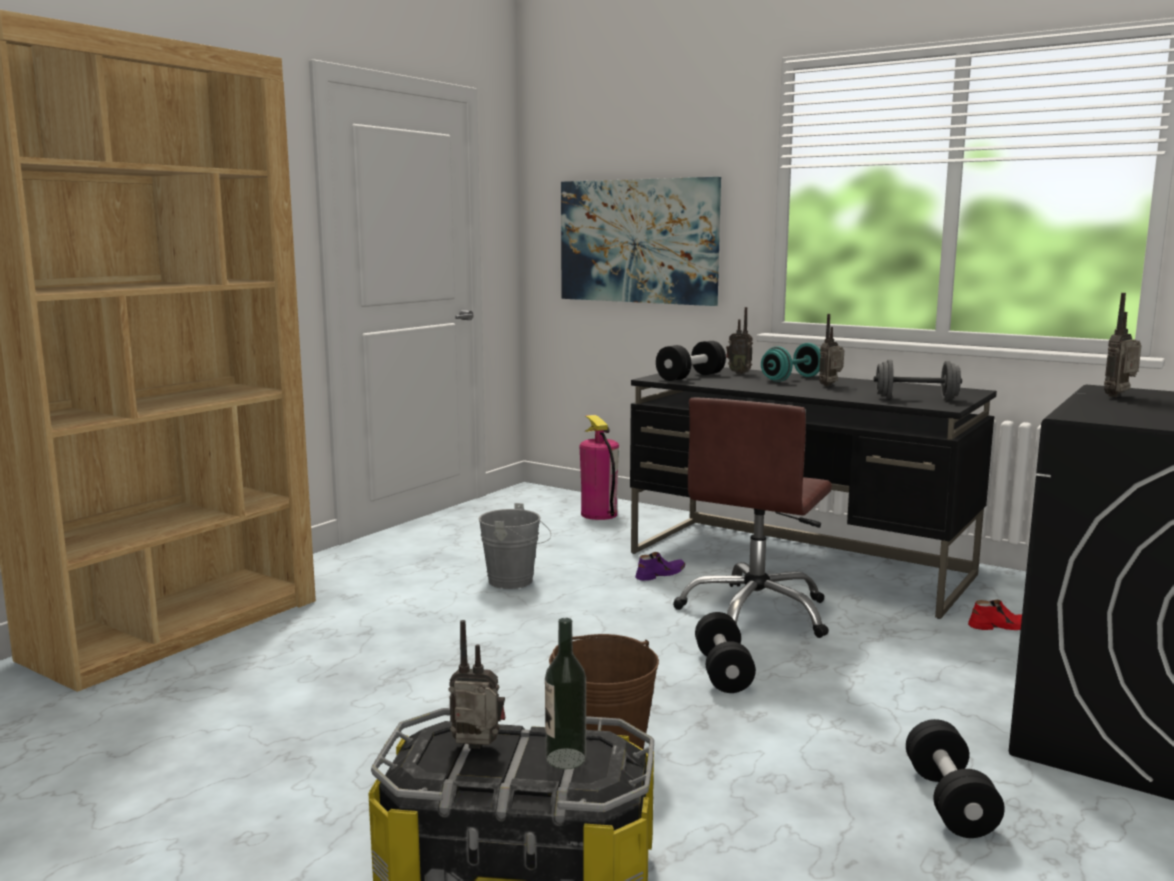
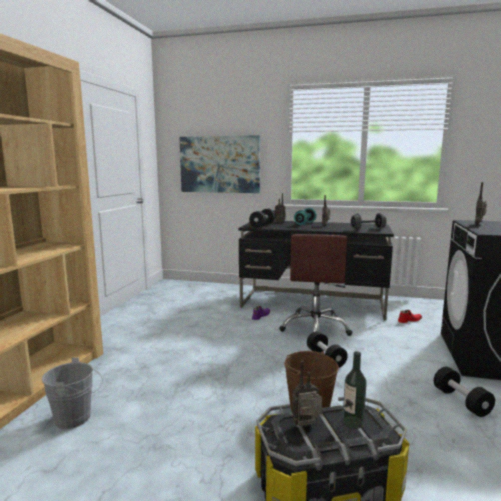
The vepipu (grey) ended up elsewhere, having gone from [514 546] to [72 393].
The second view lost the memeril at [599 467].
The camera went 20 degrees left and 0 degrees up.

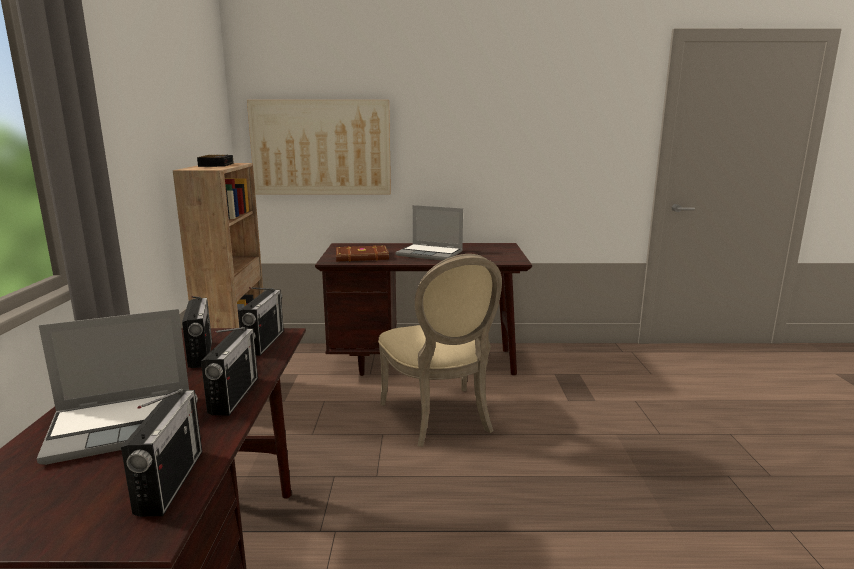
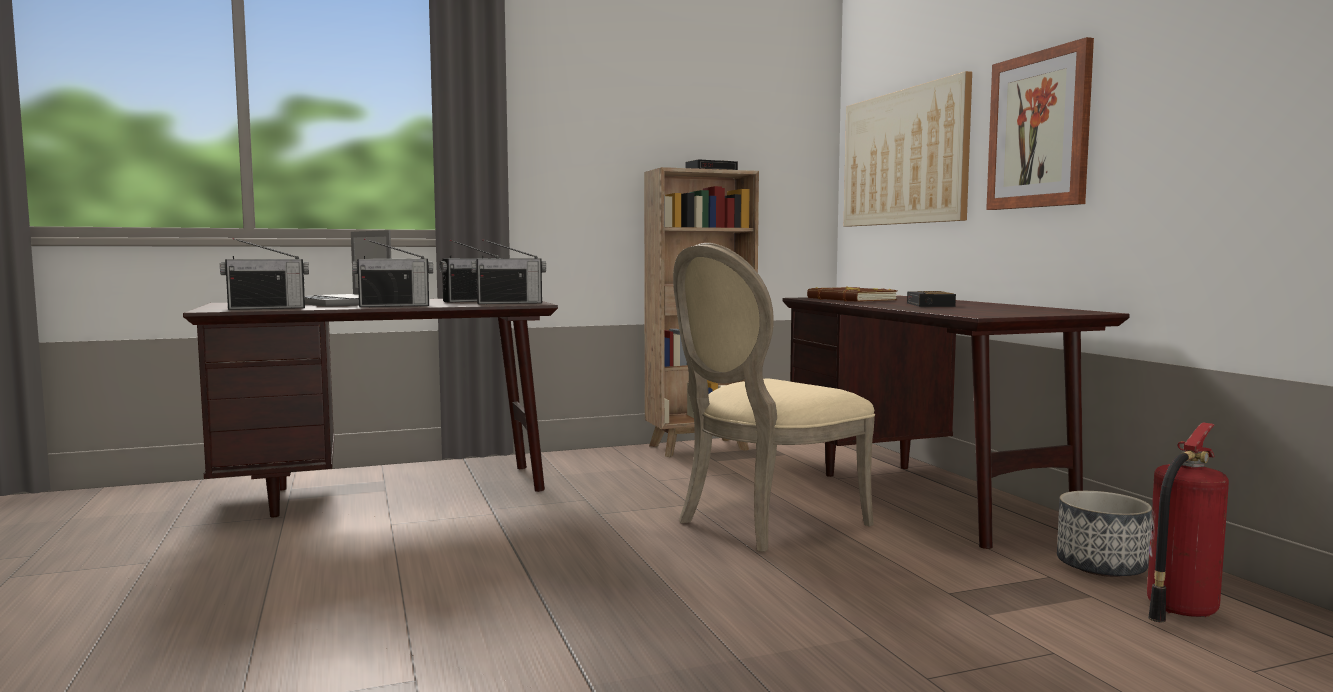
Where the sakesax stood at [429 233], the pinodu came to stand at [931 299].
The second view gained the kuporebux at [1040 123].
The second view gained the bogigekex at [1104 534].
The second view gained the memeril at [1188 522].
The camera went 70 degrees right and 10 degrees down.

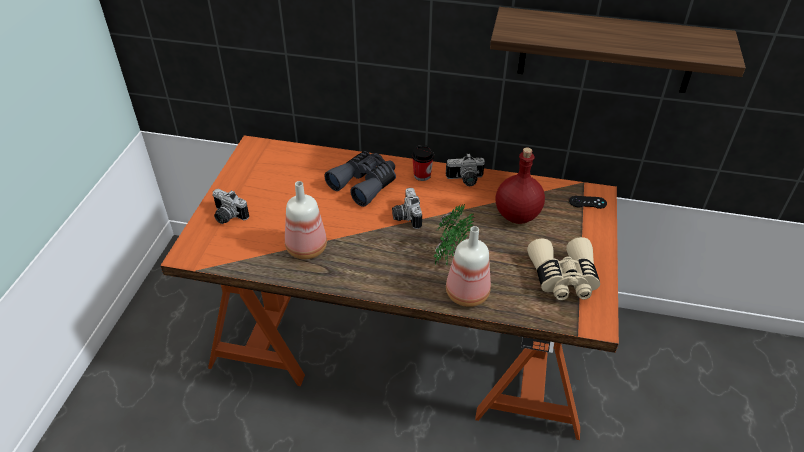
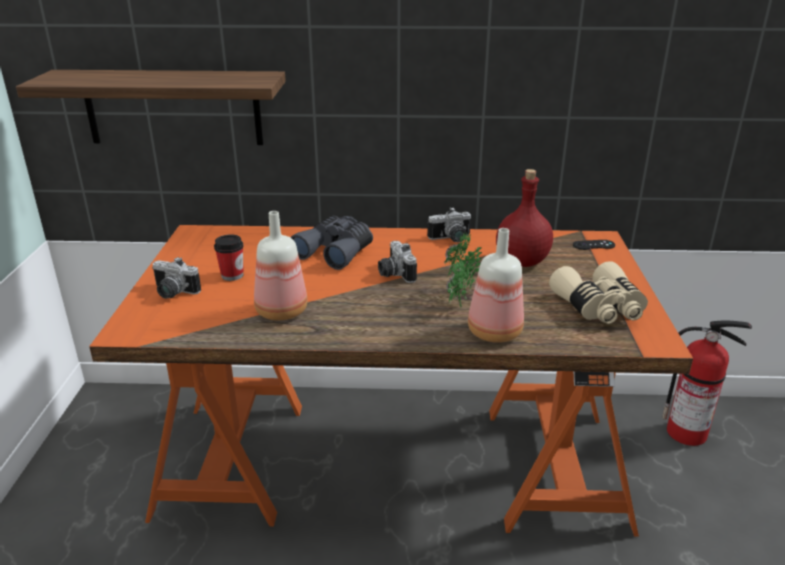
The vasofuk ended up elsewhere, having gone from [423 163] to [229 257].
The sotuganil ended up elsewhere, having gone from [618 50] to [151 107].
The second view gained the memeril at [707 383].
The camera went 10 degrees left and 15 degrees down.

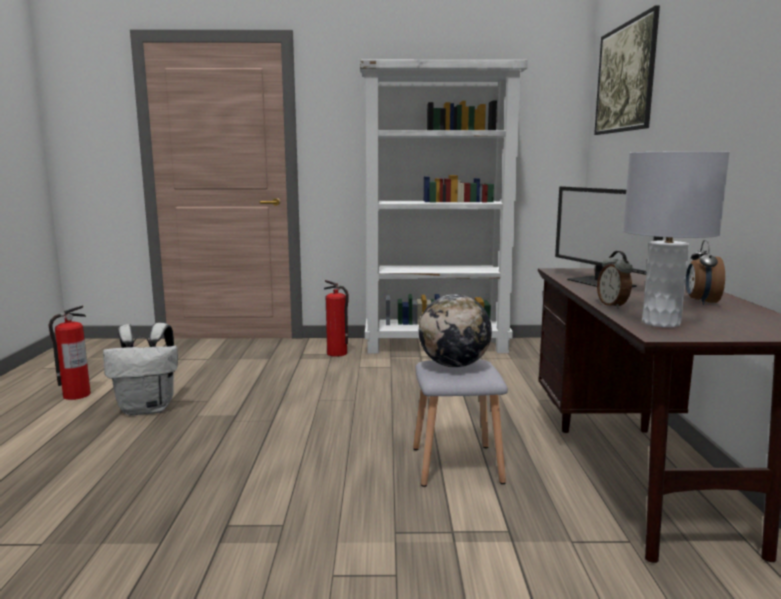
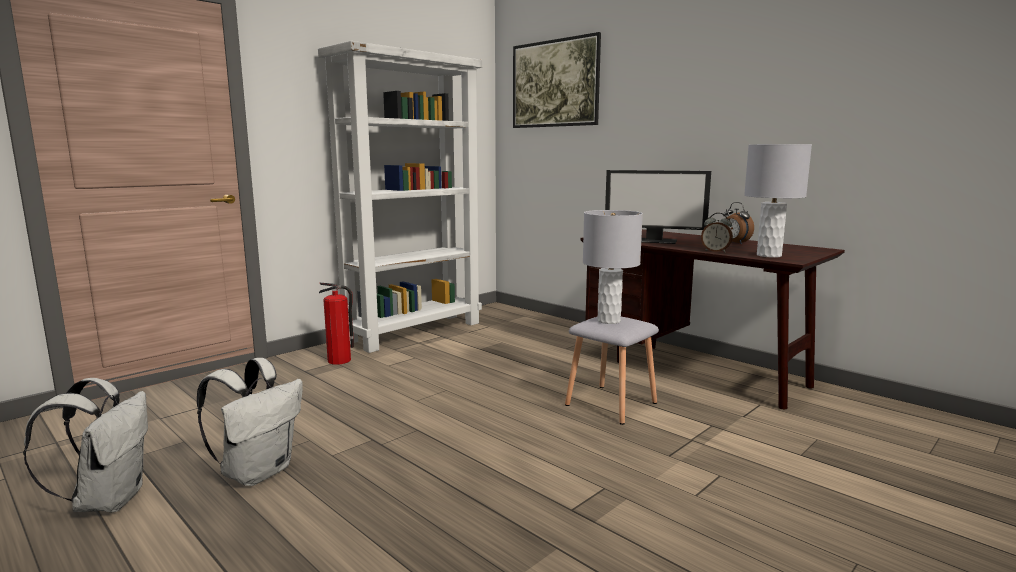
Where the memeril stood at [69 352], the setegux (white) came to stand at [85 445].
Where the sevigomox stood at [455 331], the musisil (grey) came to stand at [613 267].
The camera went 45 degrees left and 0 degrees up.

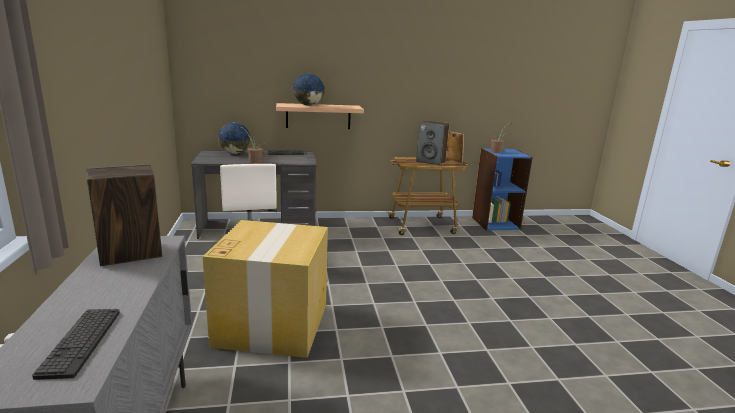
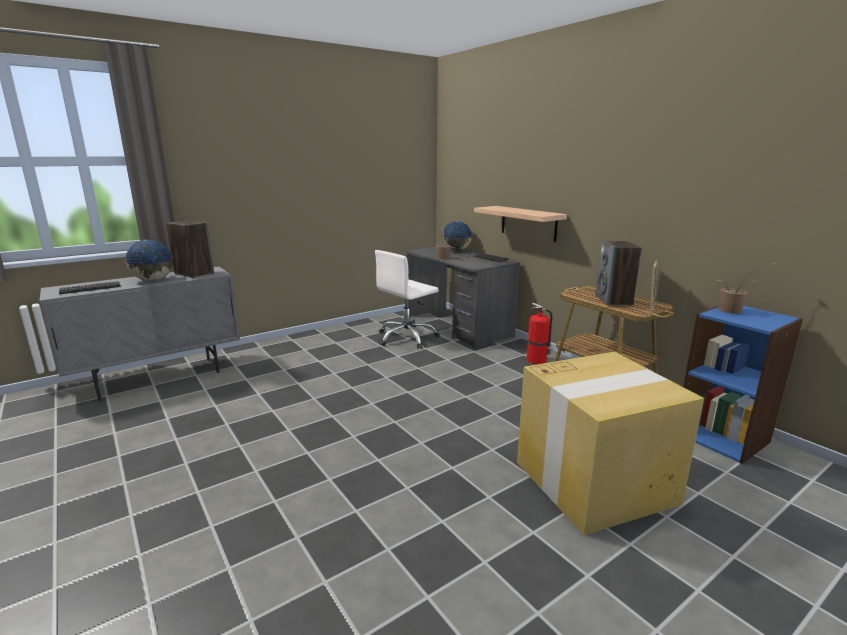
The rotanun ended up elsewhere, having gone from [265 289] to [610 443].
The sevigomox ended up elsewhere, having gone from [309 89] to [149 260].
The second view gained the memeril at [539 333].
The camera went 65 degrees right and 0 degrees up.

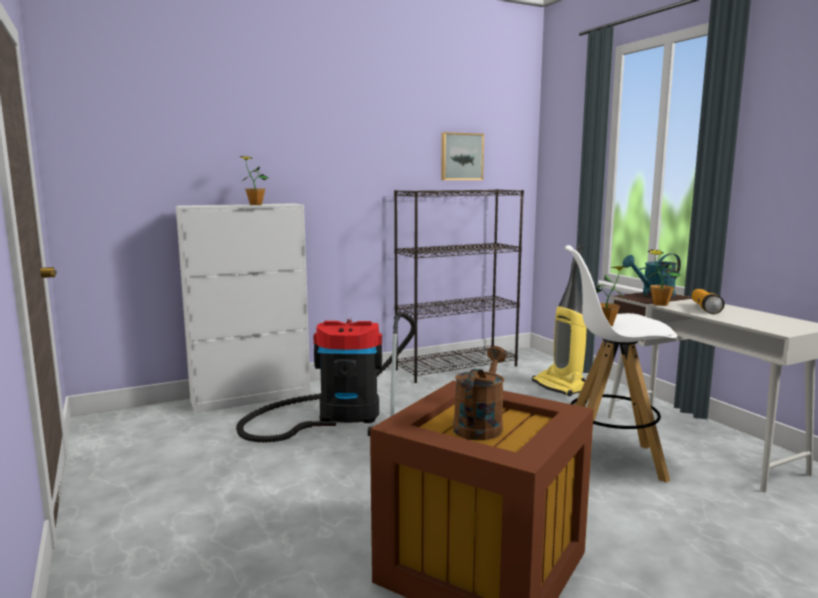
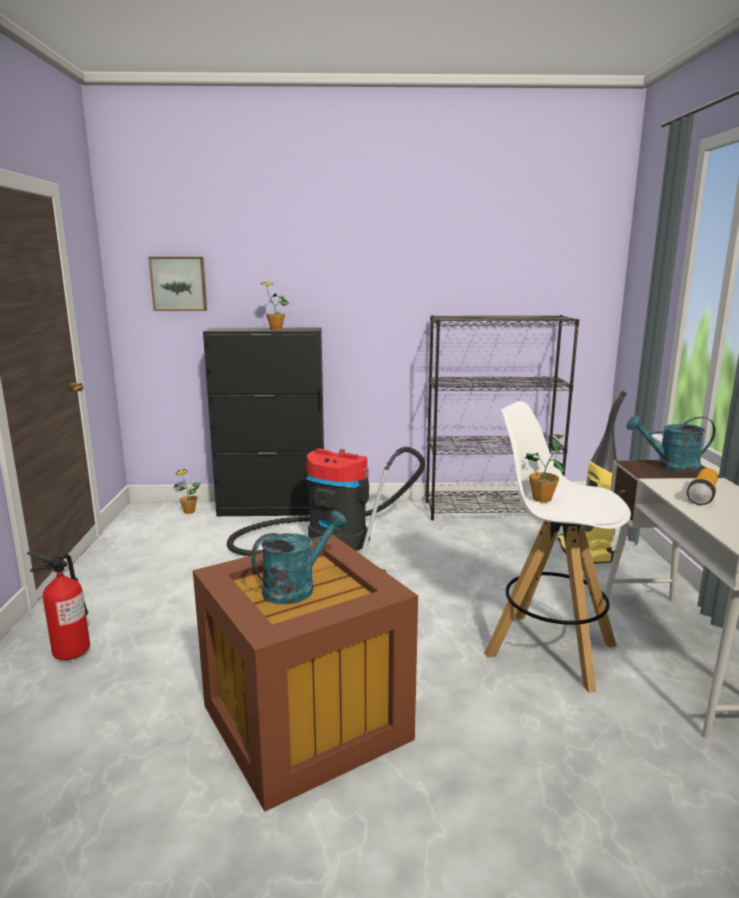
What was the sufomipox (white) at [243 308] turned into the sufomipox (black) at [263 422].
The kuporebux ended up elsewhere, having gone from [462 156] to [177 284].
What was the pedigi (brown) at [480 393] turned into the pedigi (turquoise) at [299 557].
The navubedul ended up elsewhere, having gone from [664 277] to [187 491].
The second view gained the memeril at [58 605].
The camera went 25 degrees right and 5 degrees up.

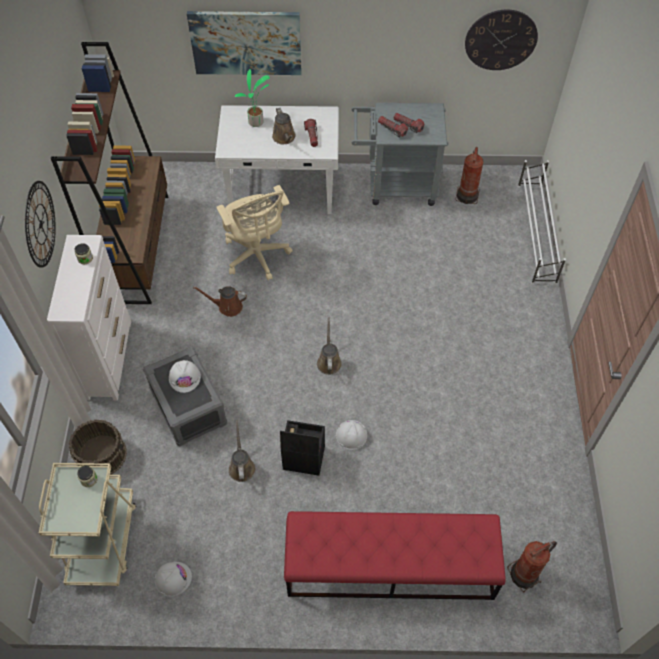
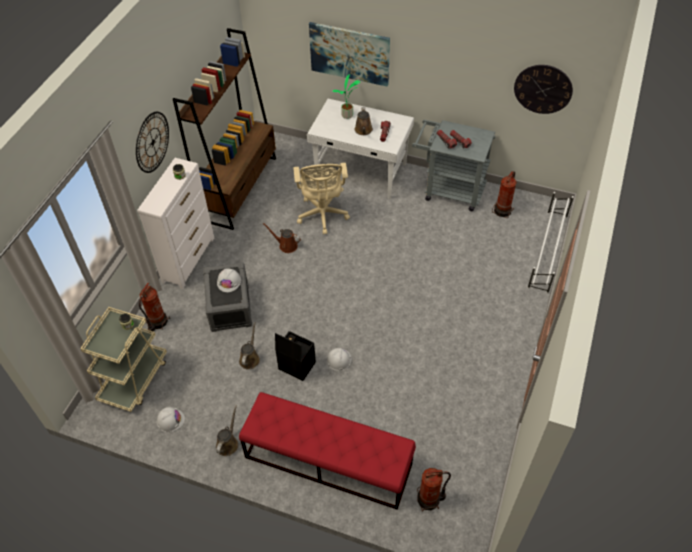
Where the vepipu (brown) stood at [98 447], the memeril came to stand at [154 307].
The pedigi (brown) ended up elsewhere, having gone from [329 346] to [227 430].
The camera went 20 degrees right and 5 degrees down.

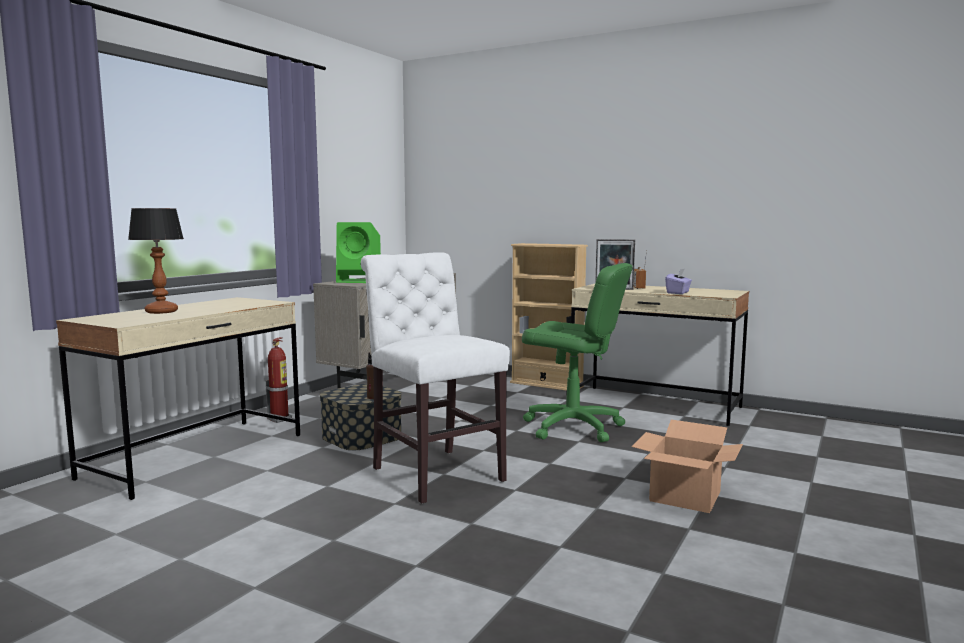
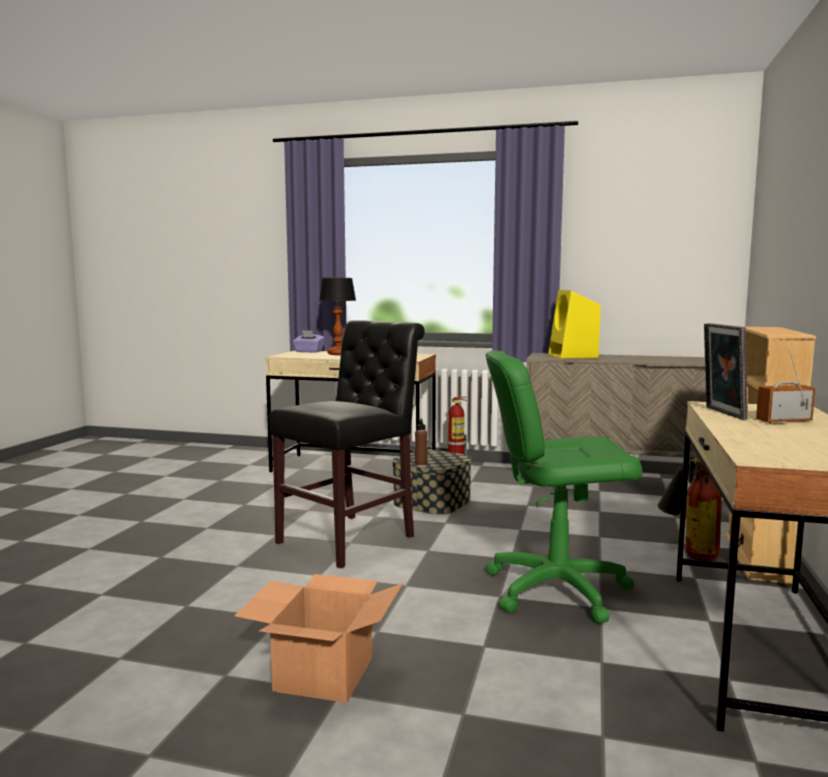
What was the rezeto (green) at [358 252] turned into the rezeto (yellow) at [574 324].
What was the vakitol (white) at [435 378] turned into the vakitol (black) at [347 444].
The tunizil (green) at [577 352] ended up facing another way, 75 degrees clockwise from before.
The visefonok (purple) ended up elsewhere, having gone from [678 281] to [309 341].
The second view gained the memeril at [689 510].
The camera went 75 degrees right and 0 degrees up.

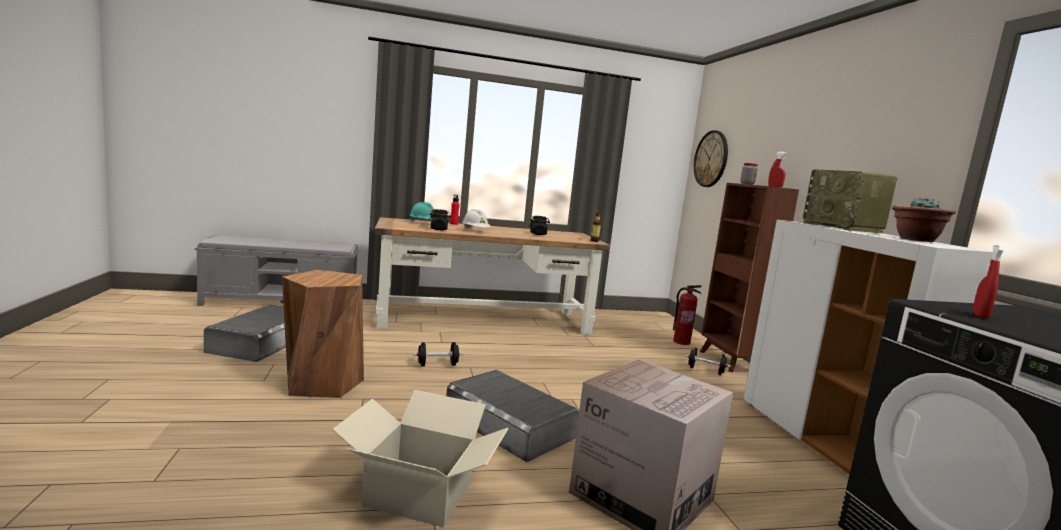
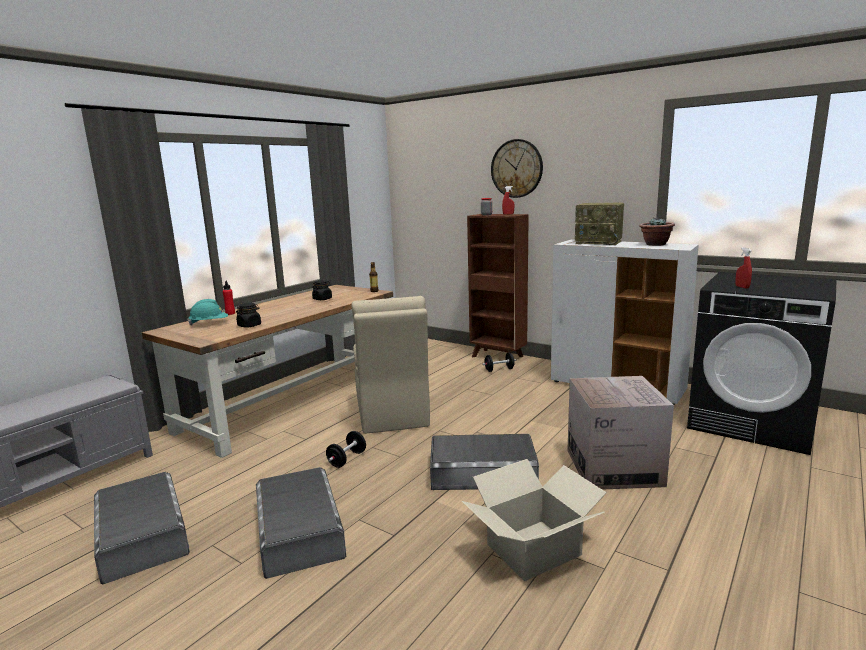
Where the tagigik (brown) stood at [323 334], the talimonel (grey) came to stand at [301 523].
The second view lost the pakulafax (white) at [476 219].
The second view lost the memeril at [687 315].
The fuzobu ended up elsewhere, having gone from [711 158] to [517 168].
The second view gained the vakitol (beige) at [390 365].
The camera went 40 degrees left and 5 degrees up.

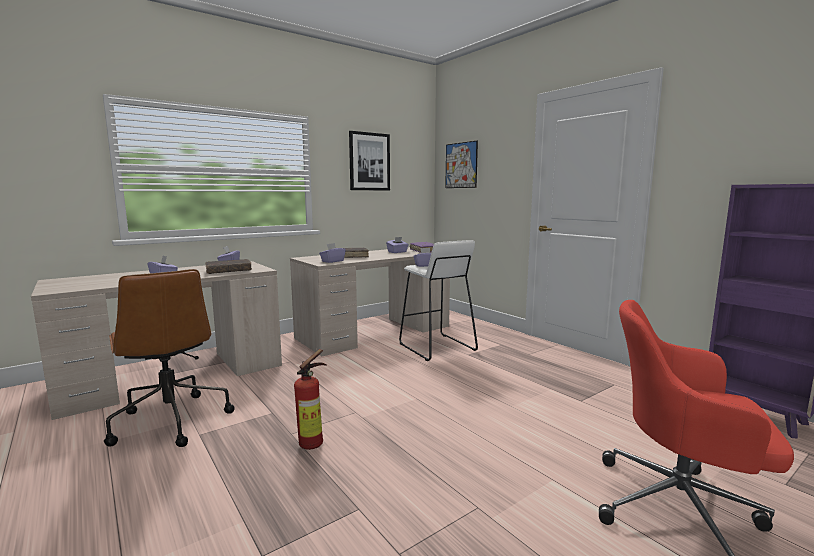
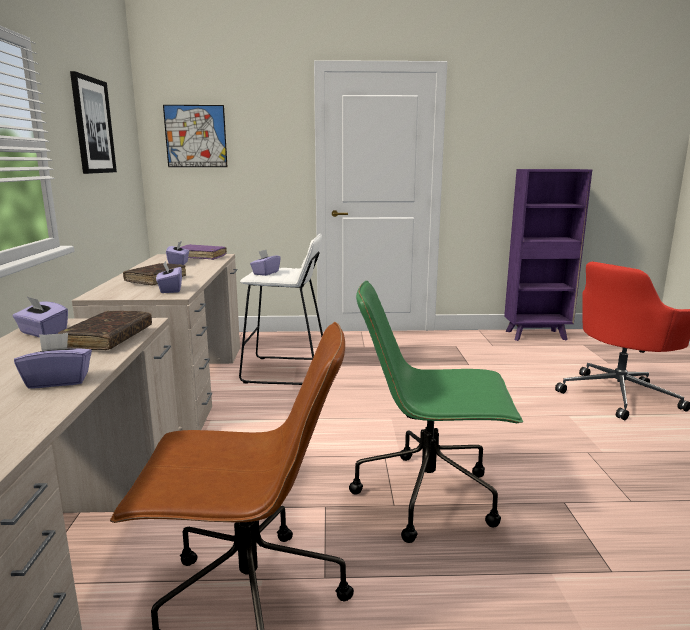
Where the memeril stood at [310 399], the tunizil (green) came to stand at [436 412].
The camera went 55 degrees left and 5 degrees up.

